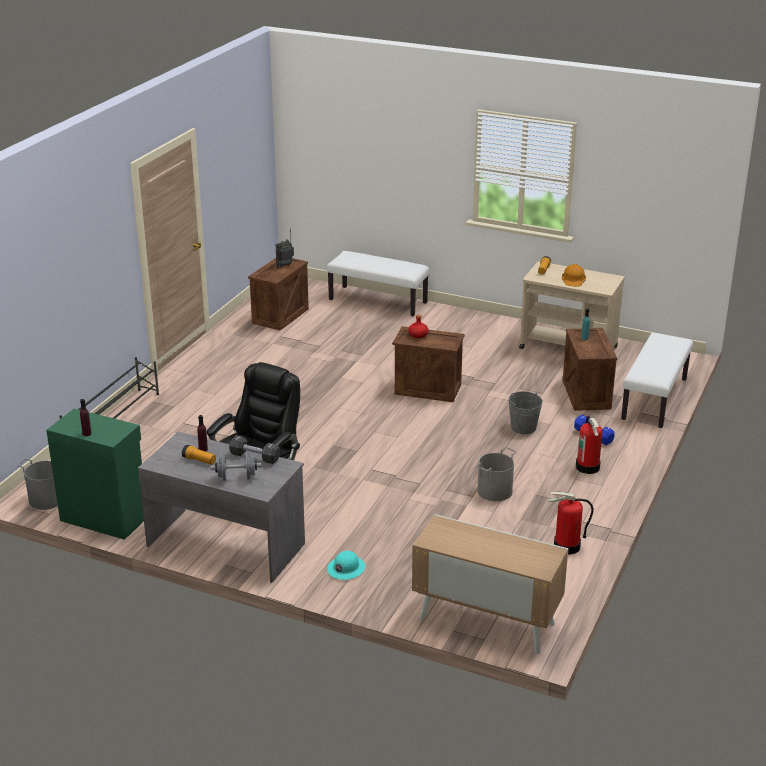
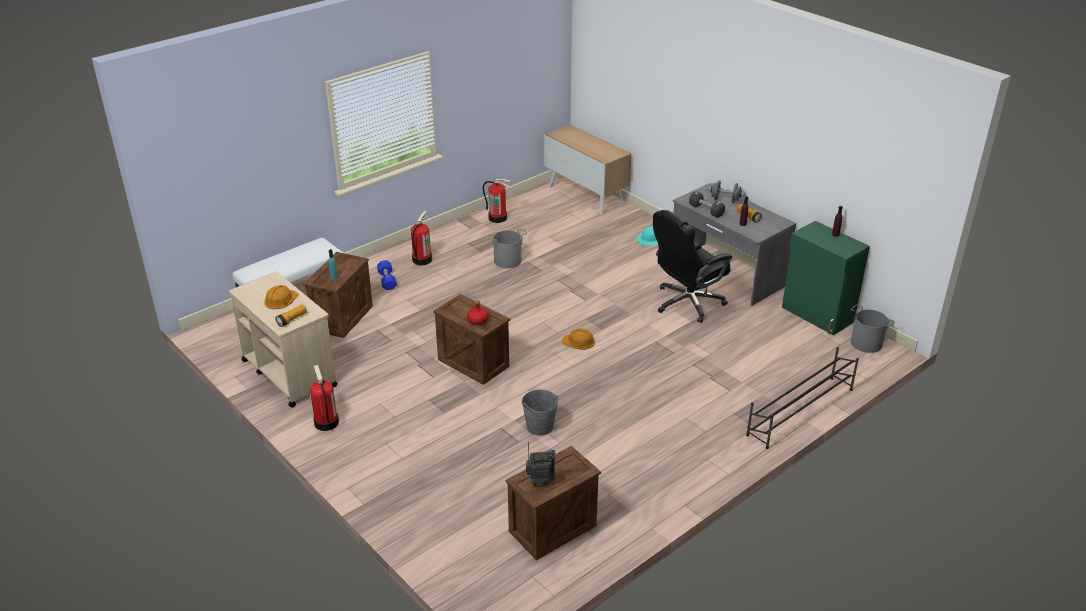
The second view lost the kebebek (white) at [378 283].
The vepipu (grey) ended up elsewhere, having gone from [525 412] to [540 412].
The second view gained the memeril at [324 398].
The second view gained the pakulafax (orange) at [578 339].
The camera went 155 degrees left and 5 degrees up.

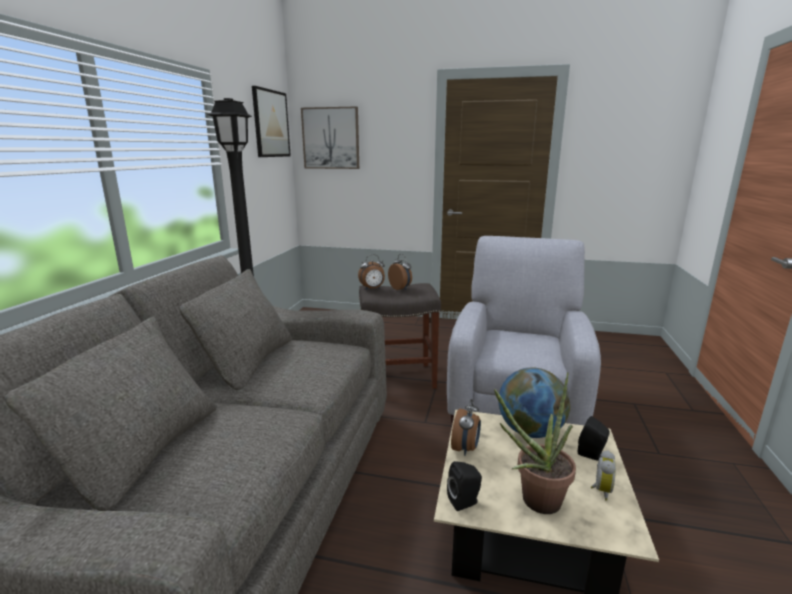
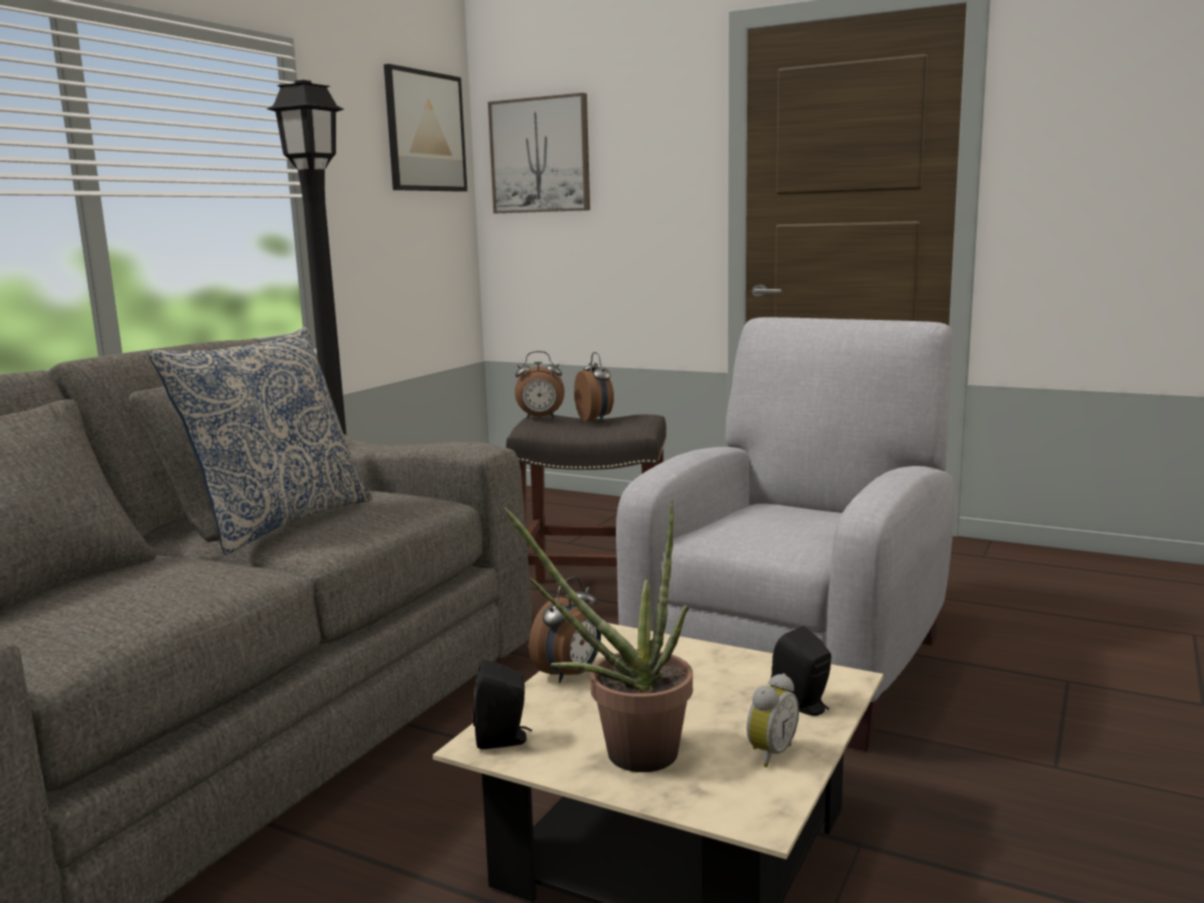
The second view lost the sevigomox at [534 402].
The second view gained the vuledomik at [260 441].
The camera went 15 degrees right and 5 degrees down.

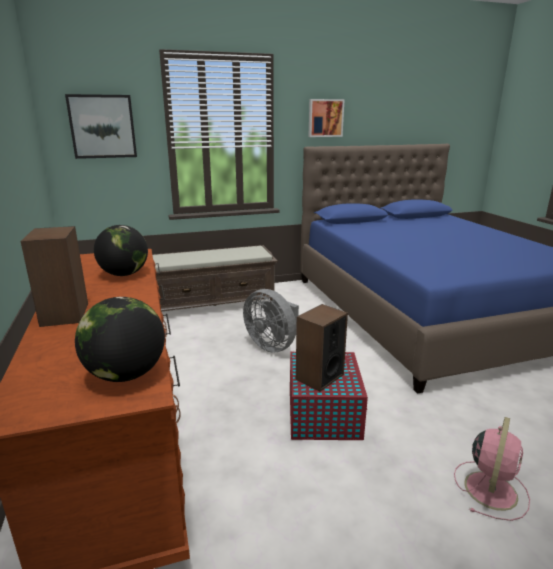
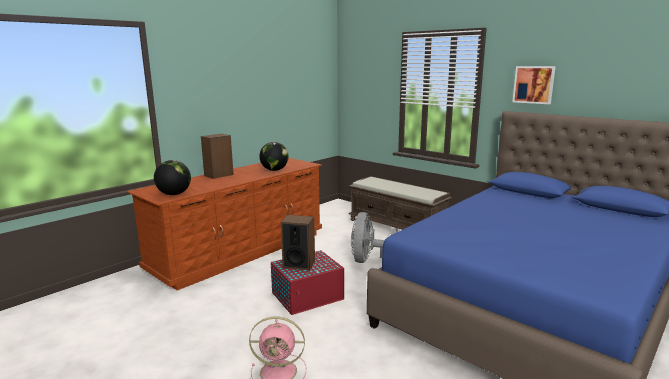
The second view lost the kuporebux at [101 126].
The camera went 60 degrees right and 5 degrees down.

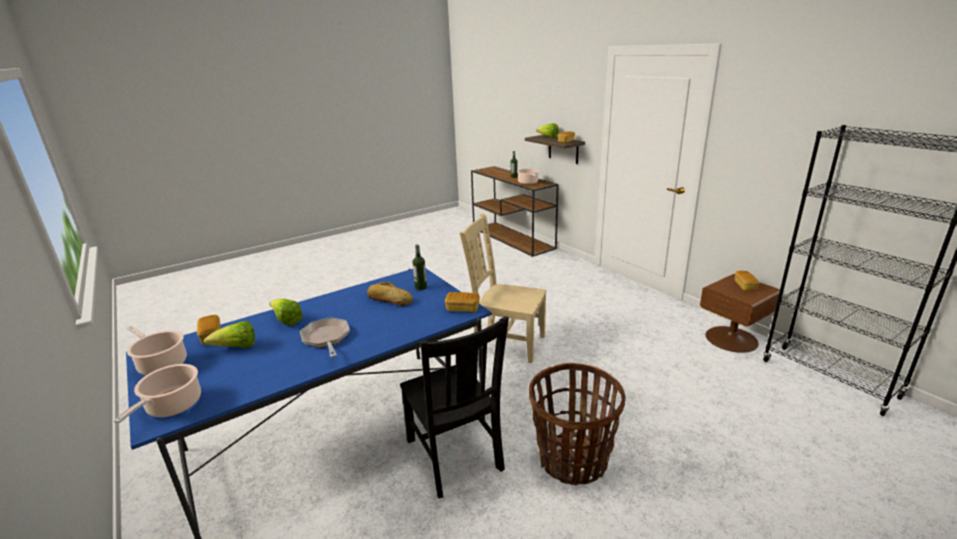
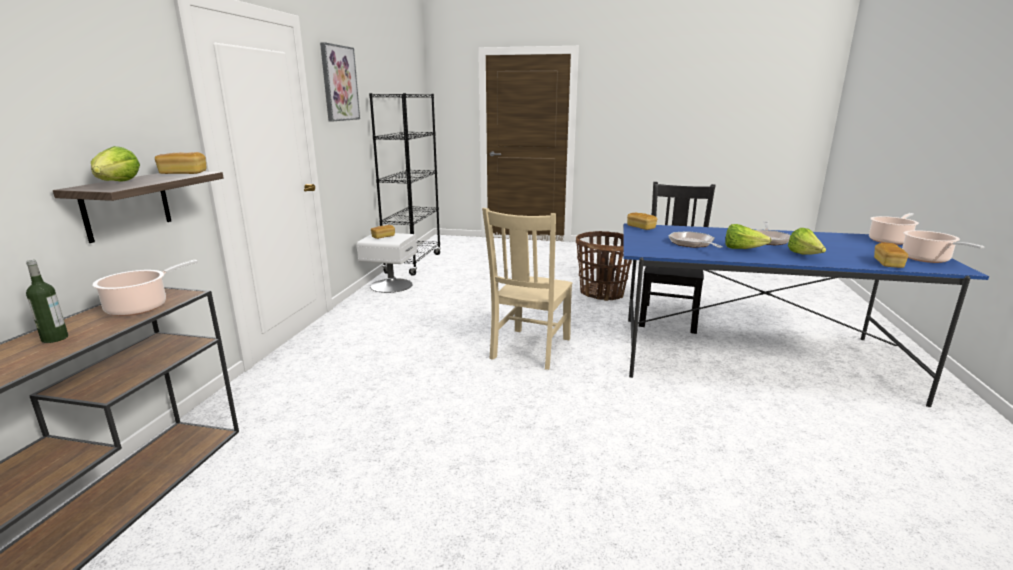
The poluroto ended up elsewhere, having gone from [229 334] to [748 236].
Where the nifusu stood at [390 294], the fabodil came to stand at [696 239].
The second view lost the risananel at [420 267].
The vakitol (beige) at [503 288] ended up facing another way, 45 degrees clockwise from before.
What was the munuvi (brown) at [740 313] turned into the munuvi (white) at [387 263].
The second view gained the kuporebux at [340 81].
The camera went 135 degrees left and 5 degrees down.

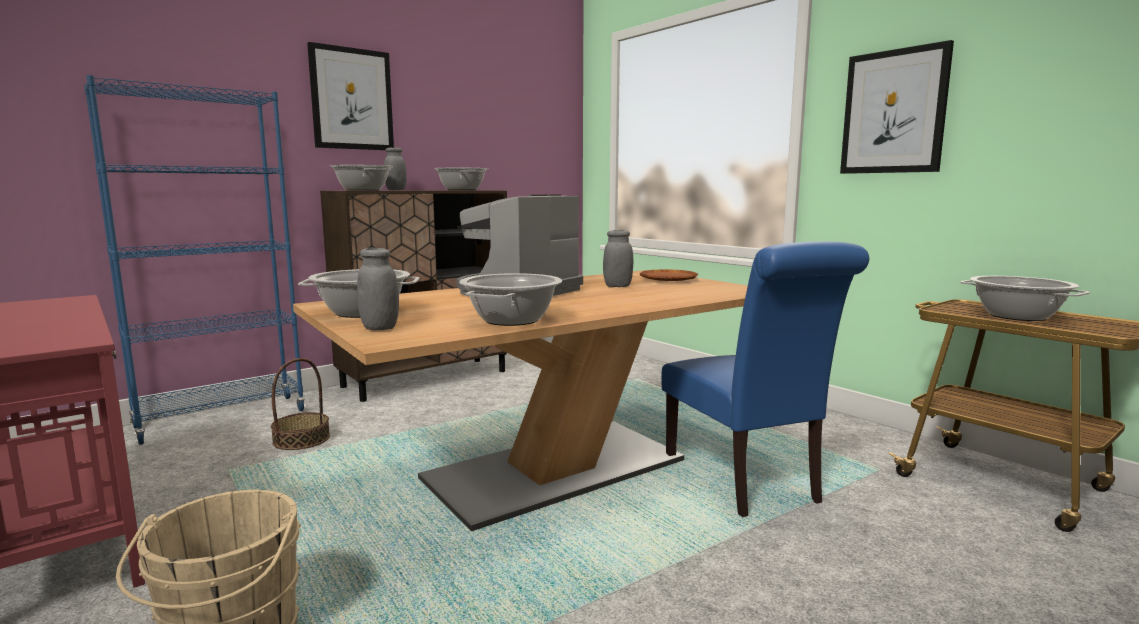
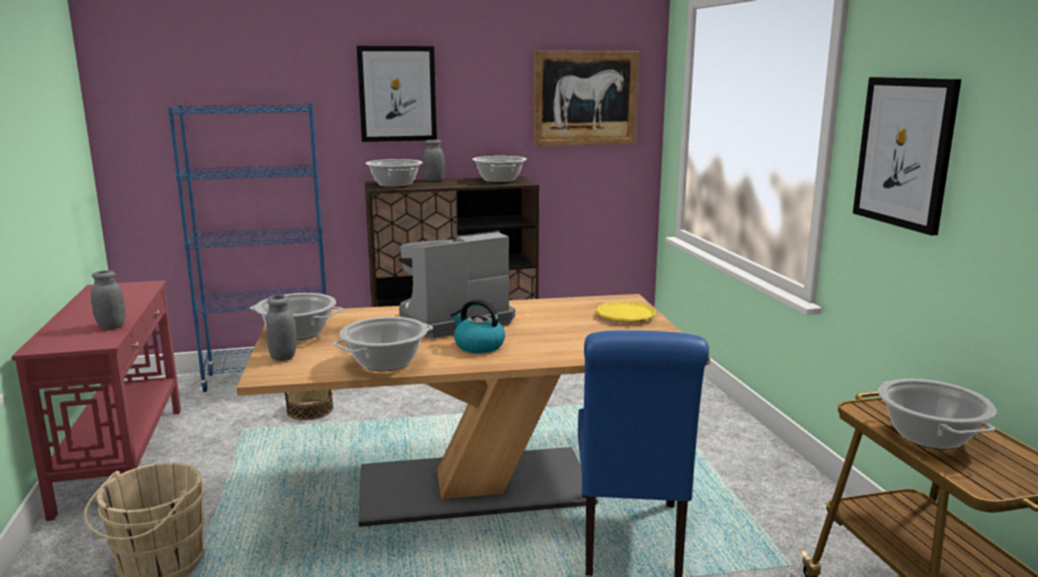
The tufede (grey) ended up elsewhere, having gone from [618 258] to [108 299].
What was the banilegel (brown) at [669 275] turned into the banilegel (yellow) at [625 311].
The second view gained the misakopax at [478 326].
The second view gained the kuporebux at [586 98].
The camera went 25 degrees right and 5 degrees up.

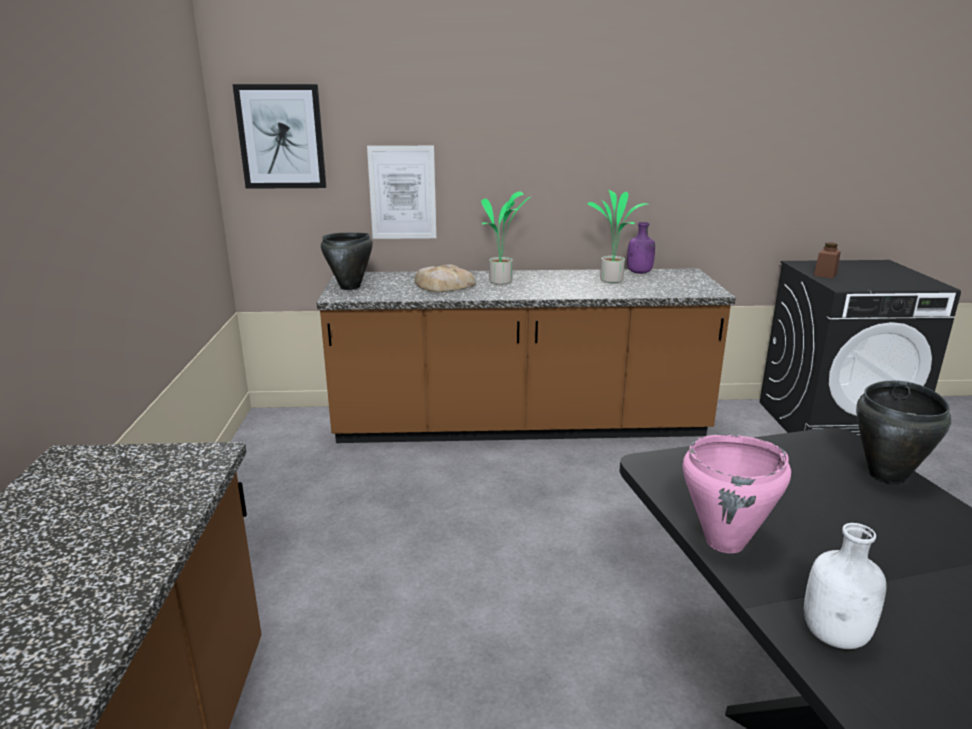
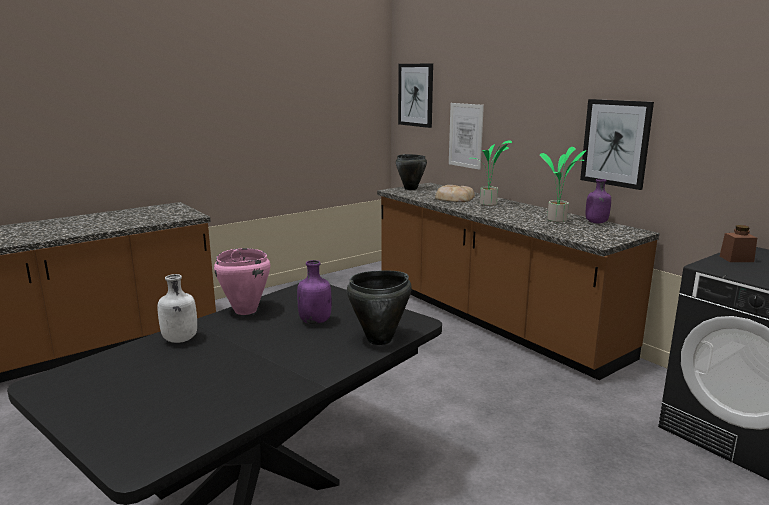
The second view gained the risananel (purple) at [314 292].
The second view gained the kuporebux at [617 144].
The camera went 55 degrees right and 5 degrees down.

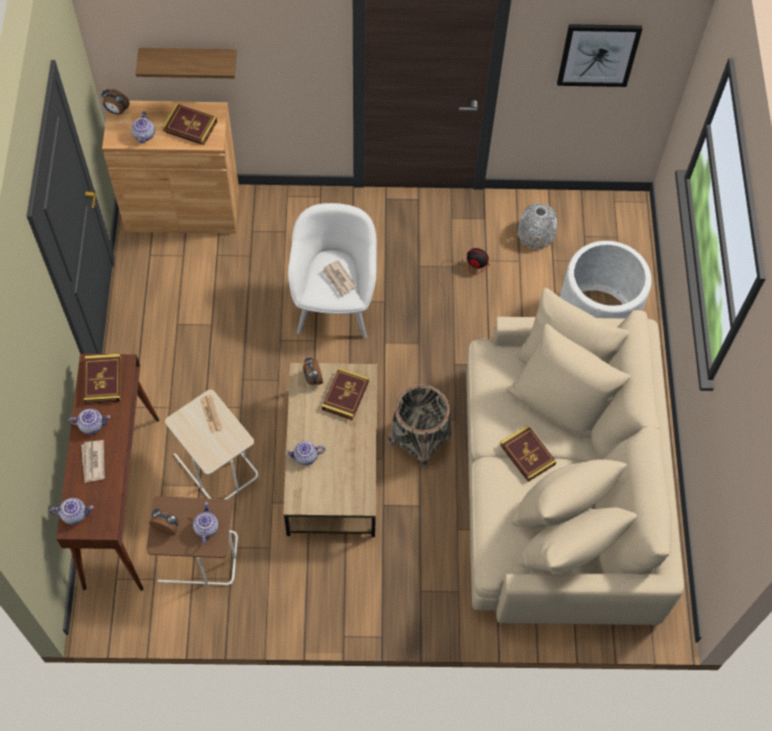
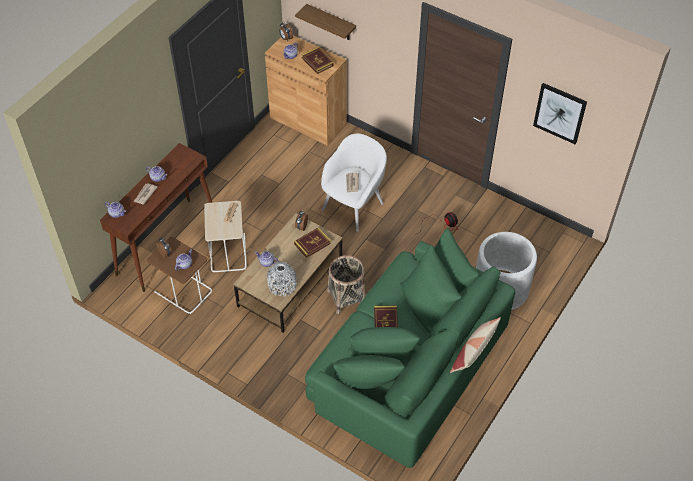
The second view lost the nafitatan at [102 379].
What was the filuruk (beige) at [575 456] turned into the filuruk (green) at [410 348].
The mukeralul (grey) ended up elsewhere, having gone from [537 226] to [282 279].
The second view gained the vuledomik at [475 345].
The camera went 35 degrees right and 10 degrees down.

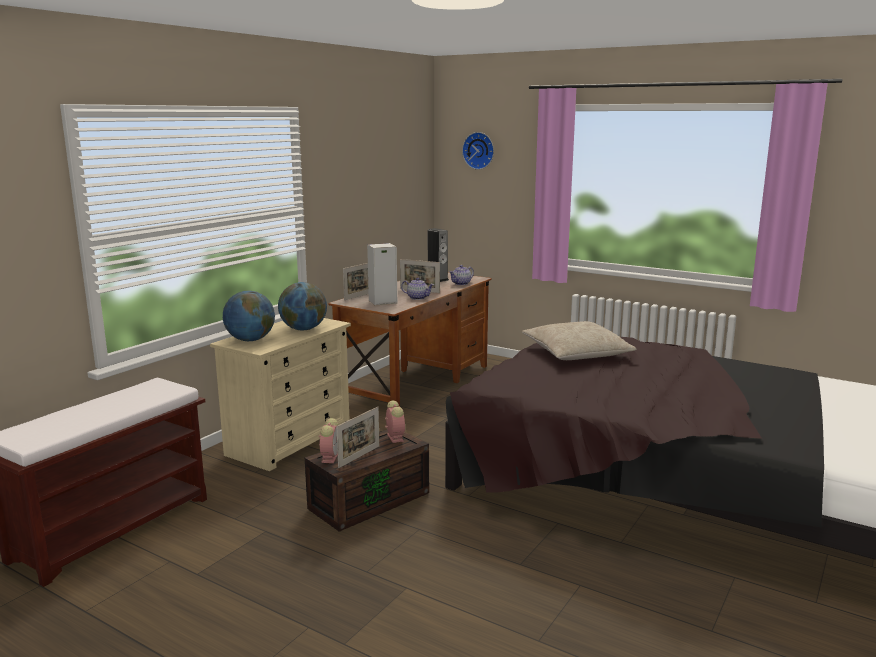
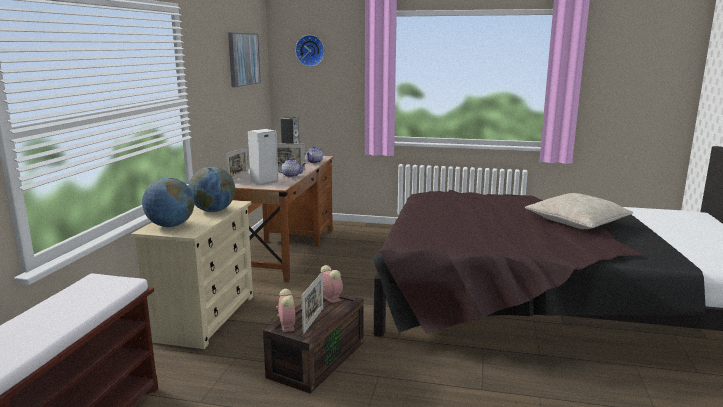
The vuledomik (beige) ended up elsewhere, having gone from [579 340] to [579 211].
The second view gained the kuporebux at [244 60].
The camera went 20 degrees left and 0 degrees up.

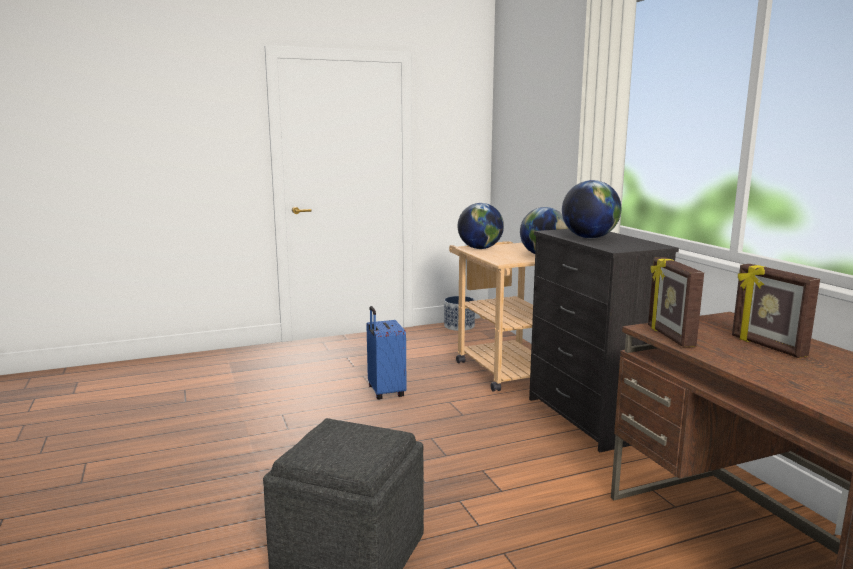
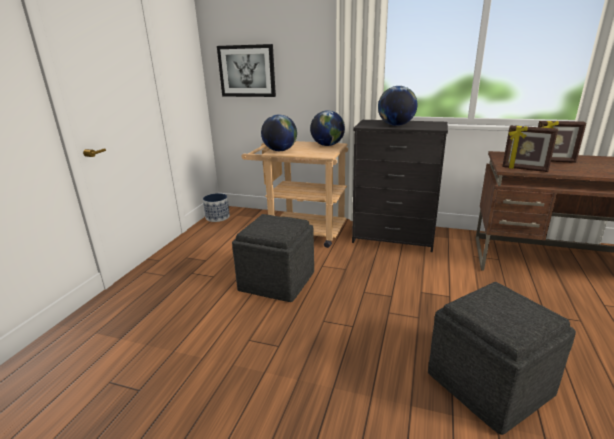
Where the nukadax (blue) stood at [386 353], the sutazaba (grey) came to stand at [273 258].
The second view gained the kuporebux at [246 70].
The camera went 50 degrees left and 10 degrees up.

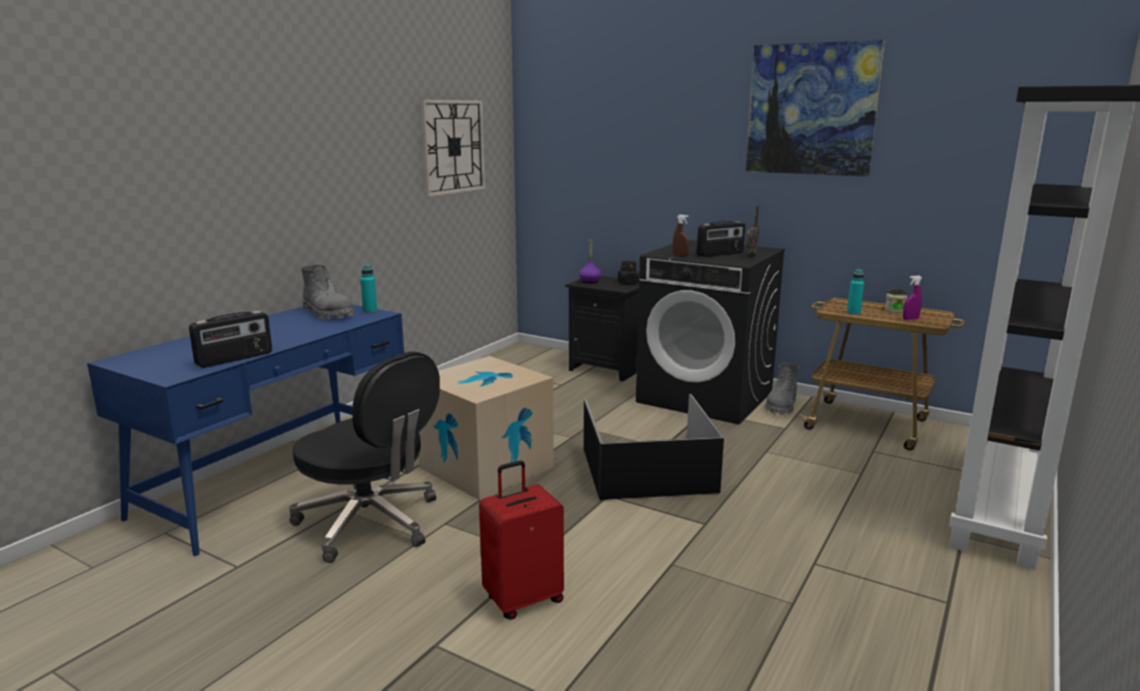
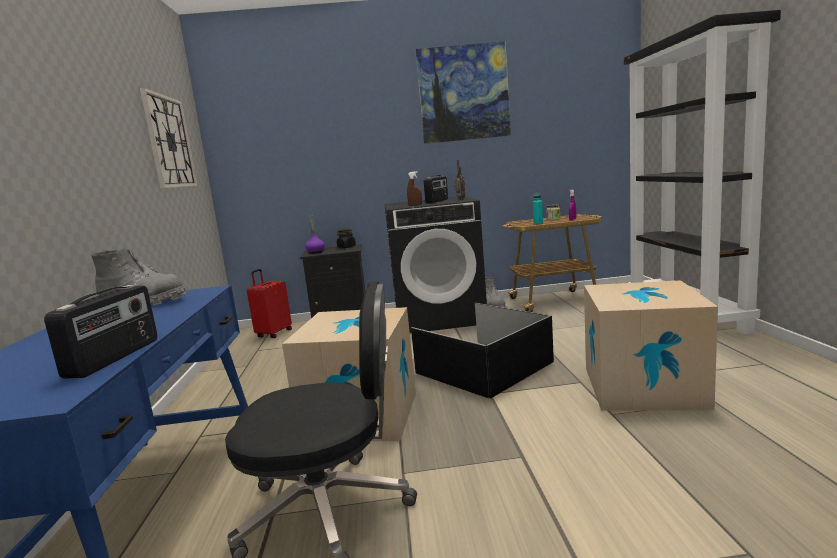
The second view lost the risananel (turquoise) at [369 288].
The nukadax (red) ended up elsewhere, having gone from [521 540] to [269 303].
The second view gained the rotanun at [651 345].
The camera went 35 degrees left and 5 degrees down.

